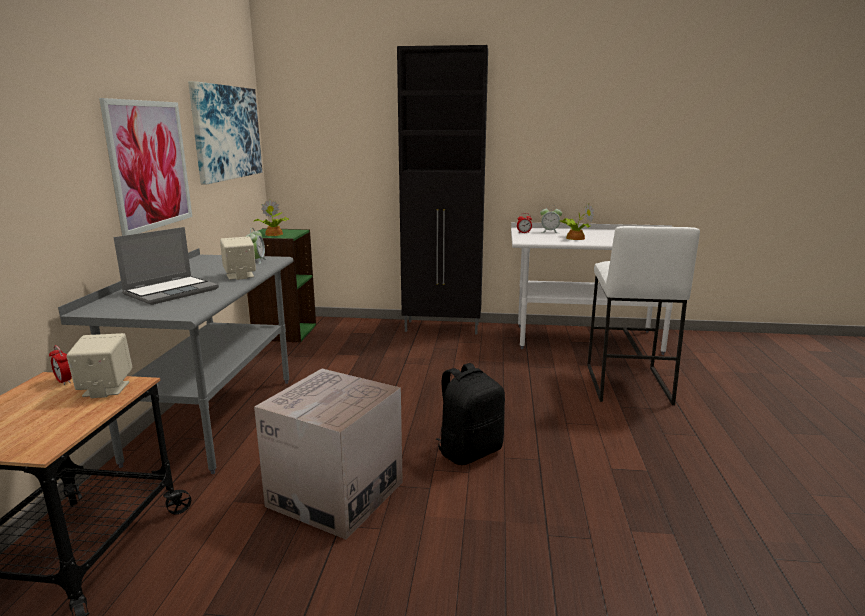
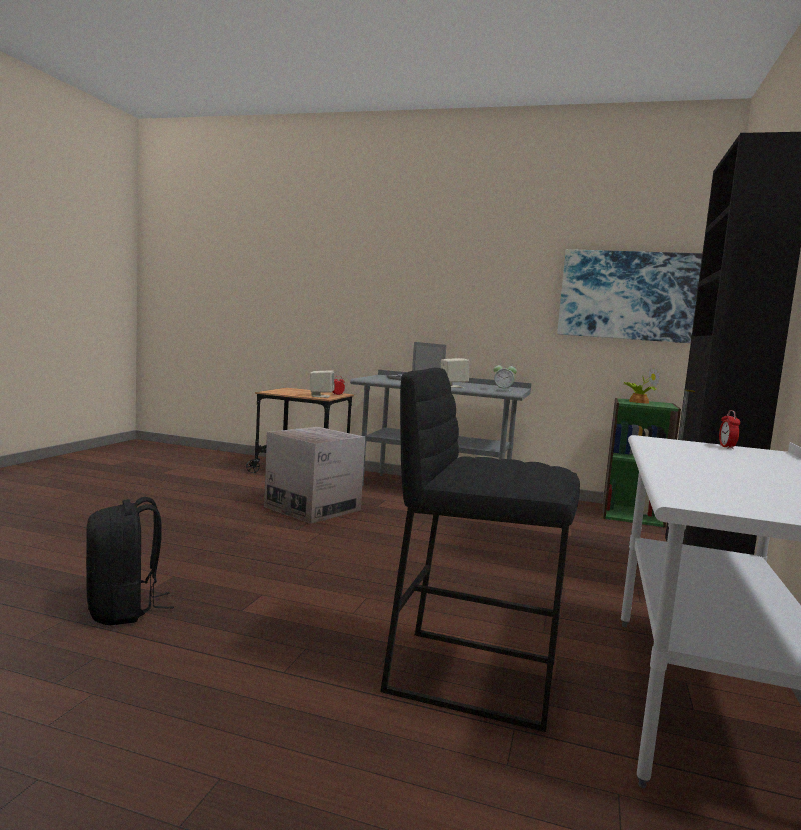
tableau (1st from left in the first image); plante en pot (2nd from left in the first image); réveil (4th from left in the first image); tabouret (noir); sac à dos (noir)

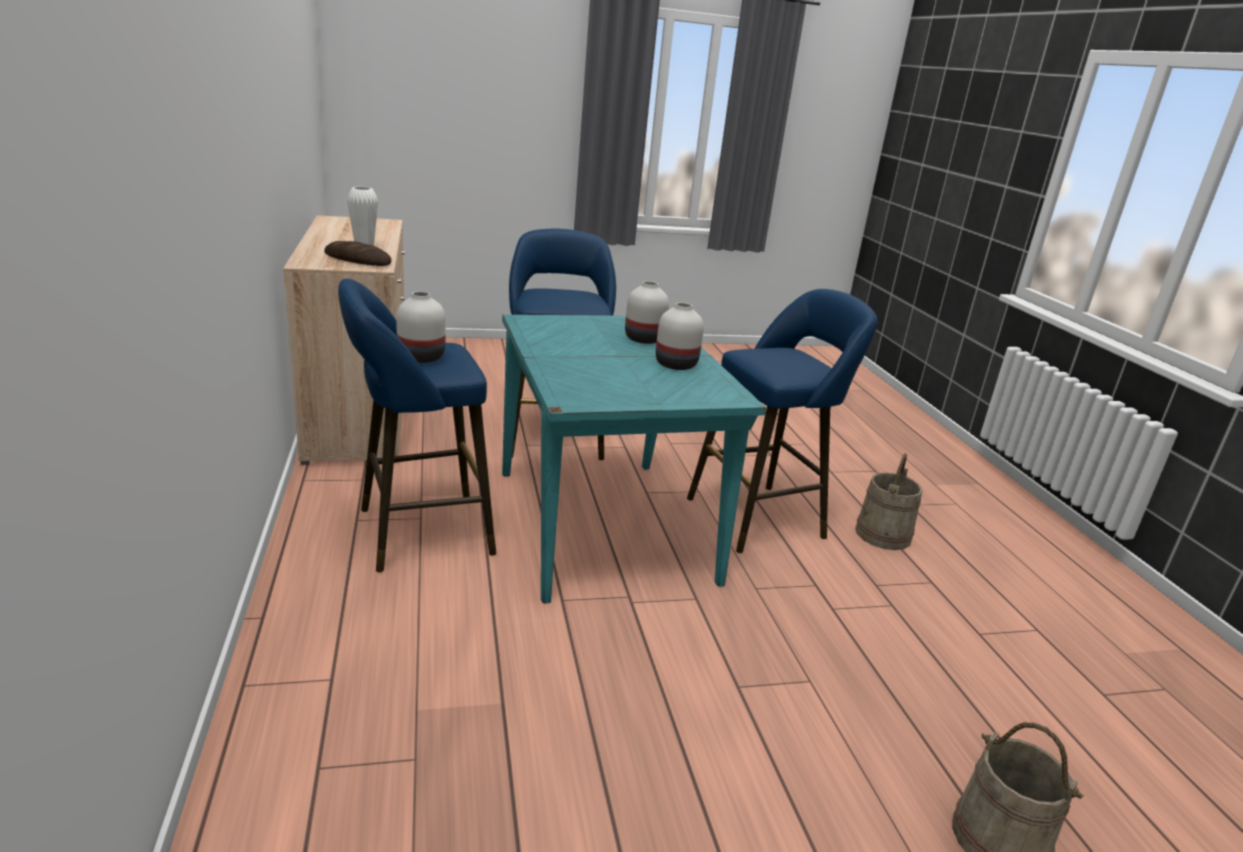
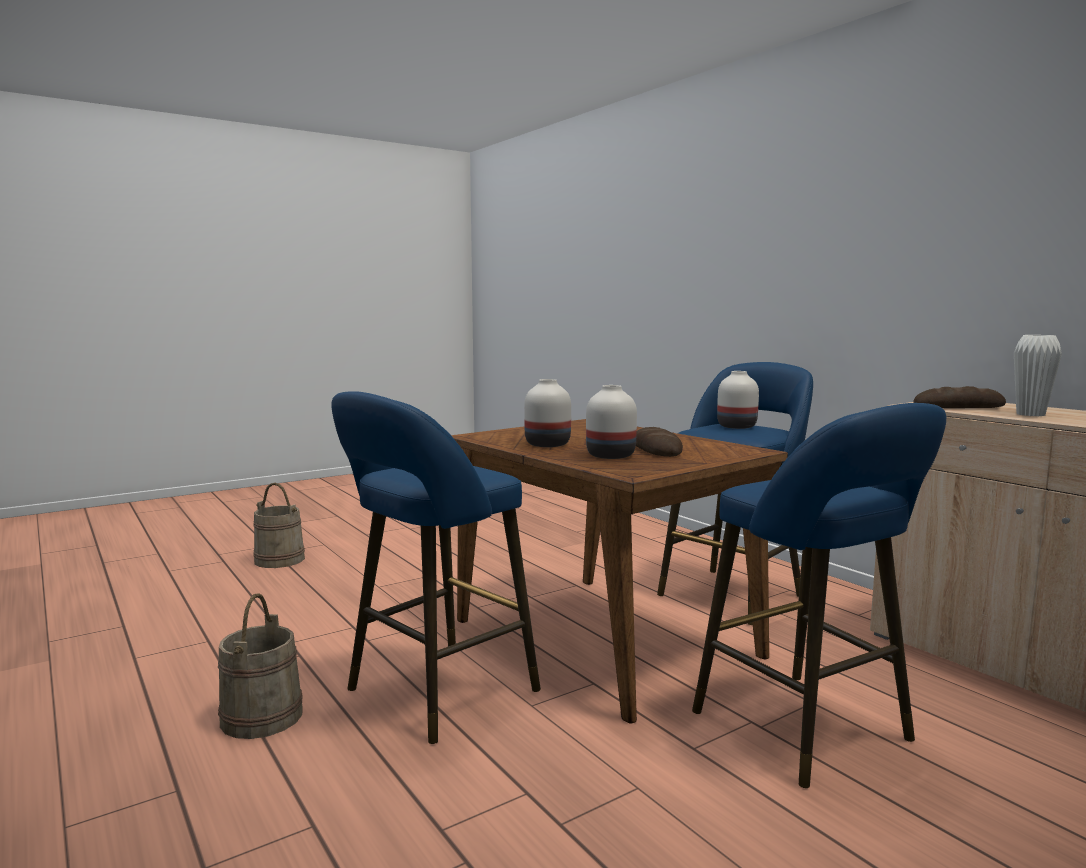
table à manger (marron); pain (1st from left)

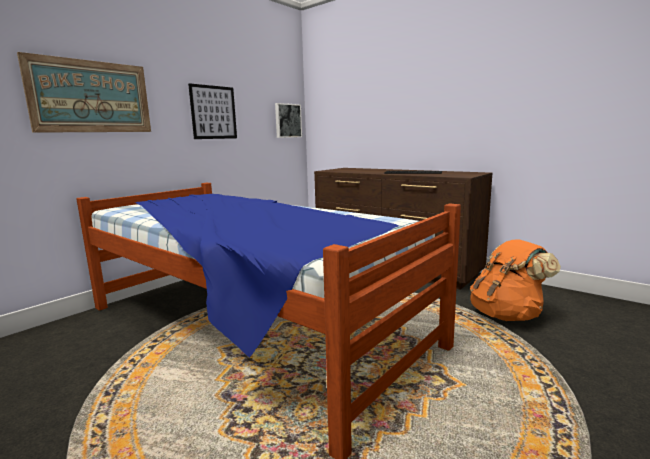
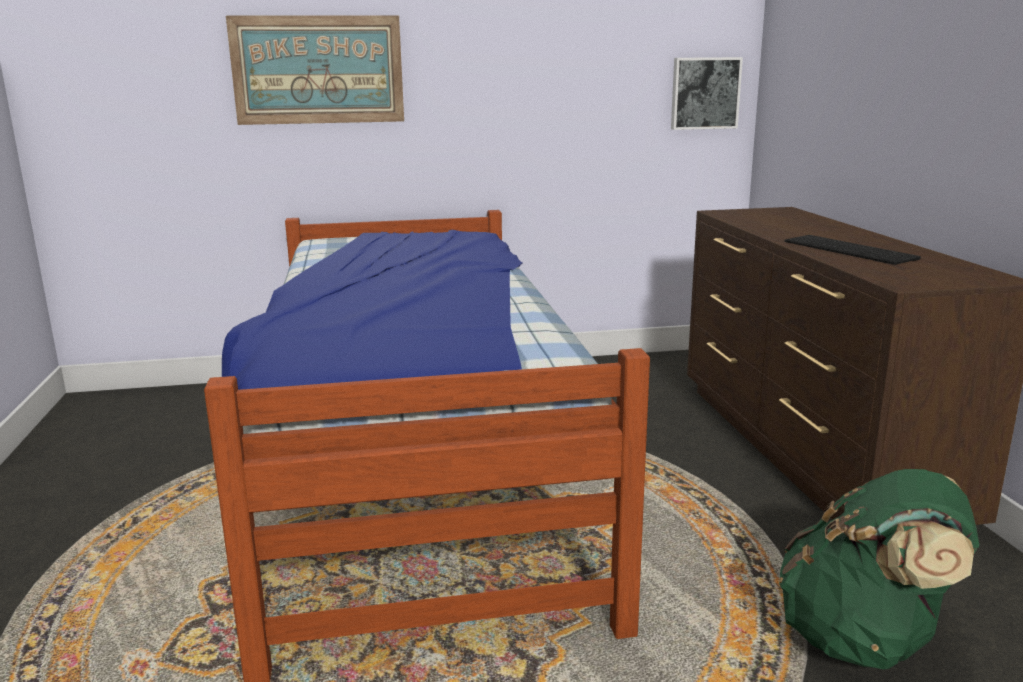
tableau (2nd from left in the first image); sac à dos (vert)

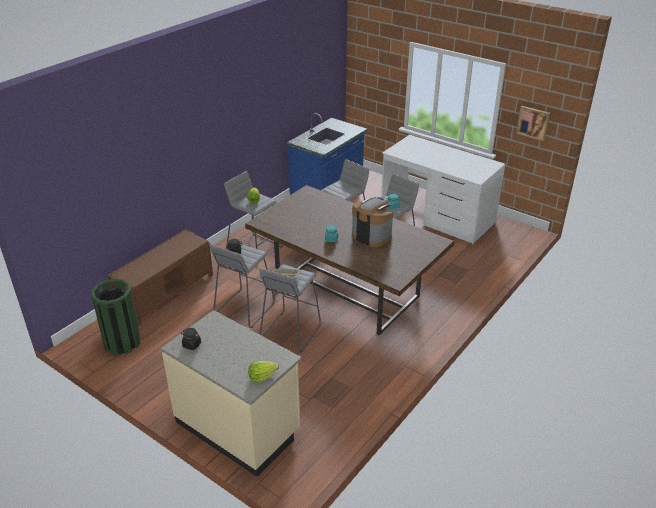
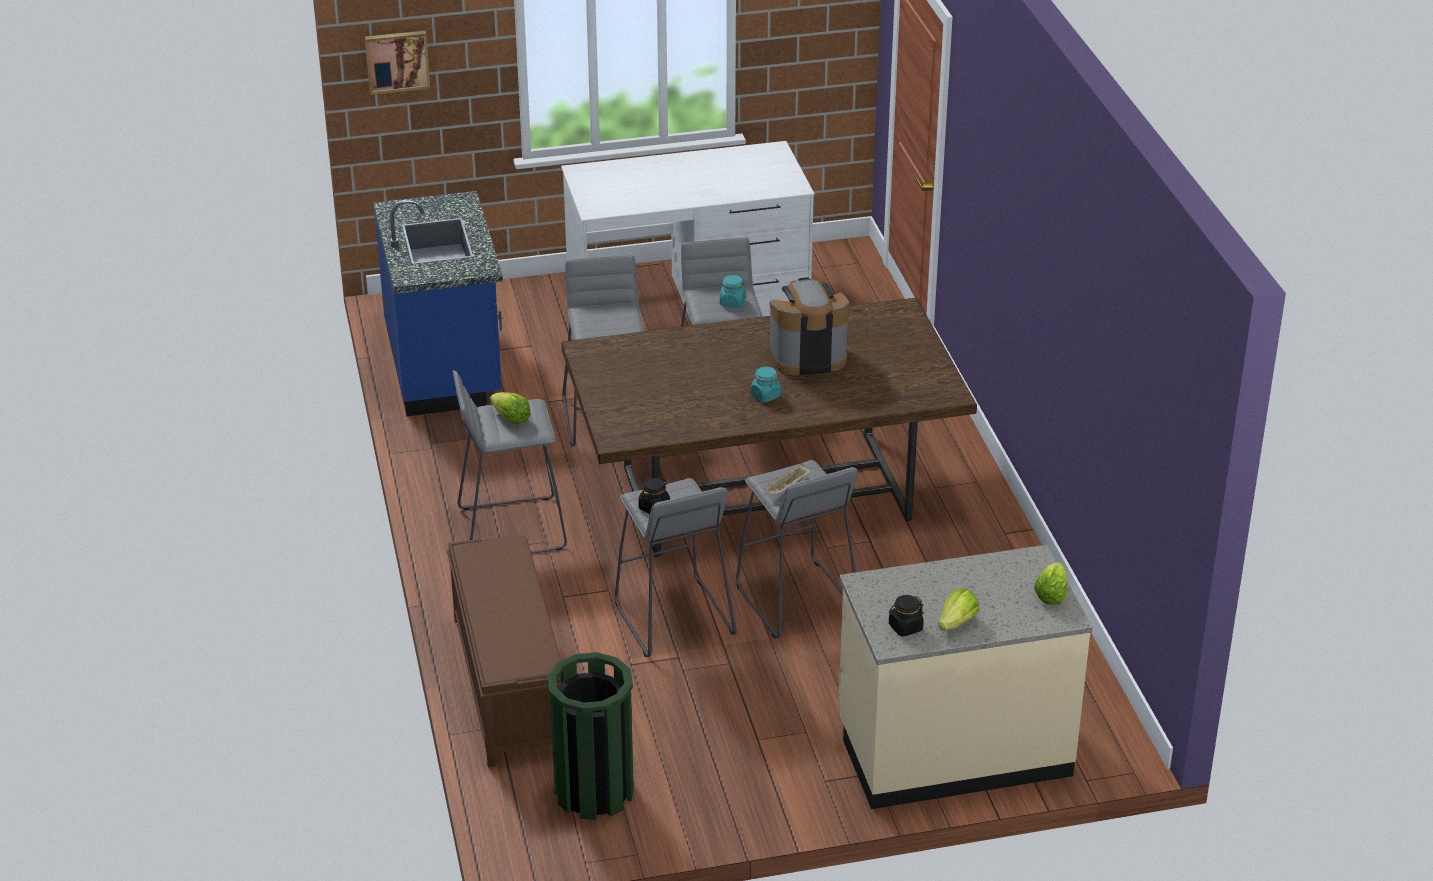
tableau; laitue (2nd from left)

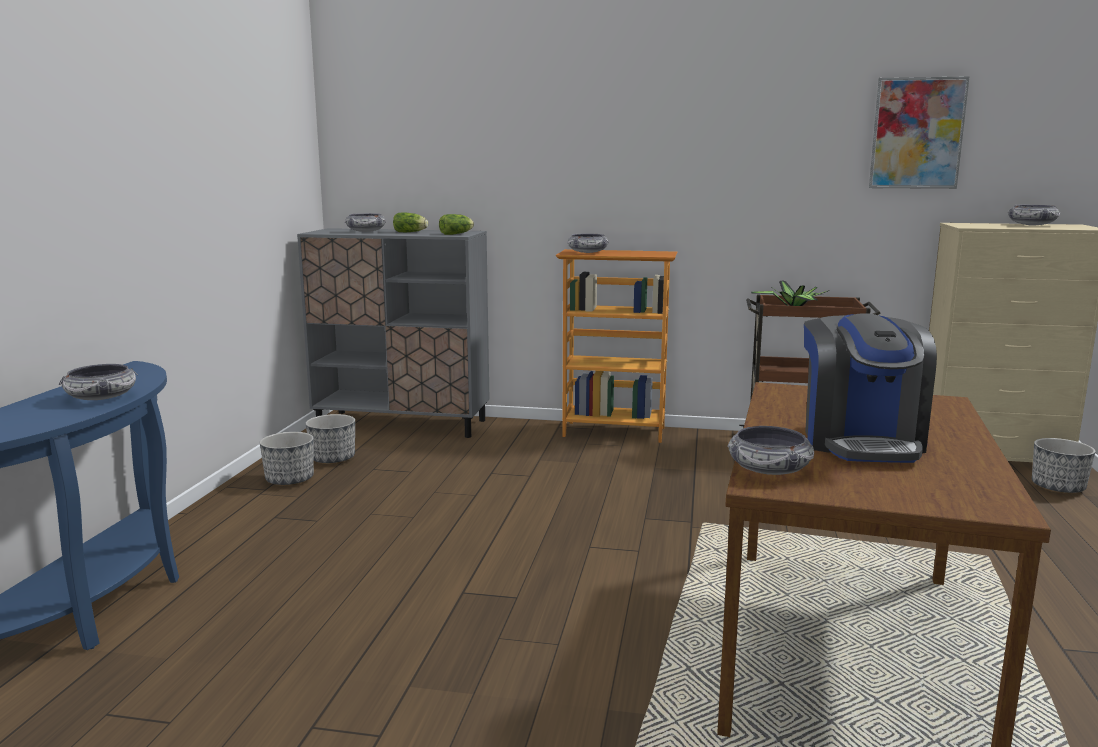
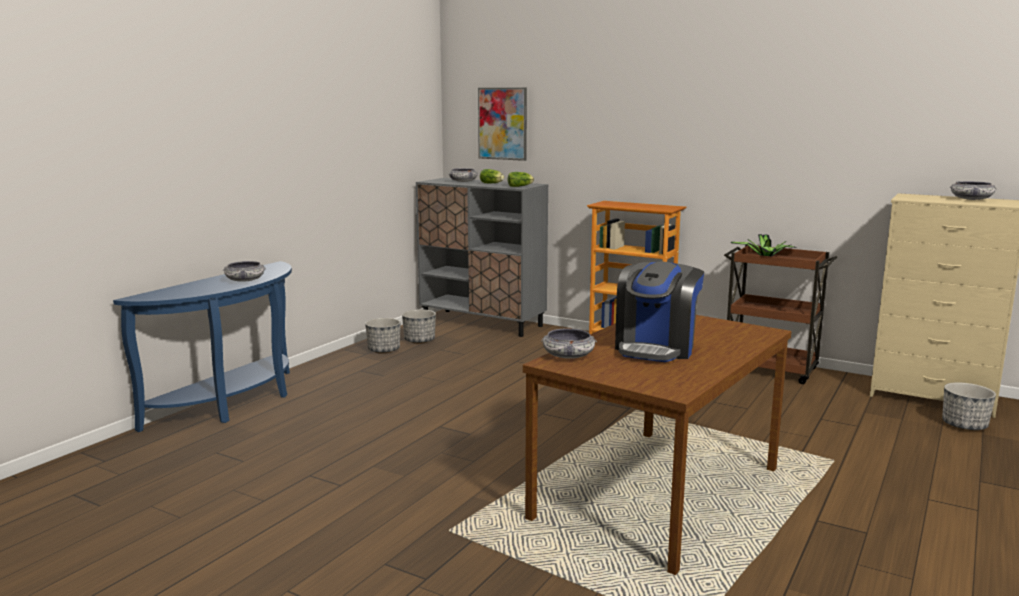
tableau; bol (3rd from left in the first image)

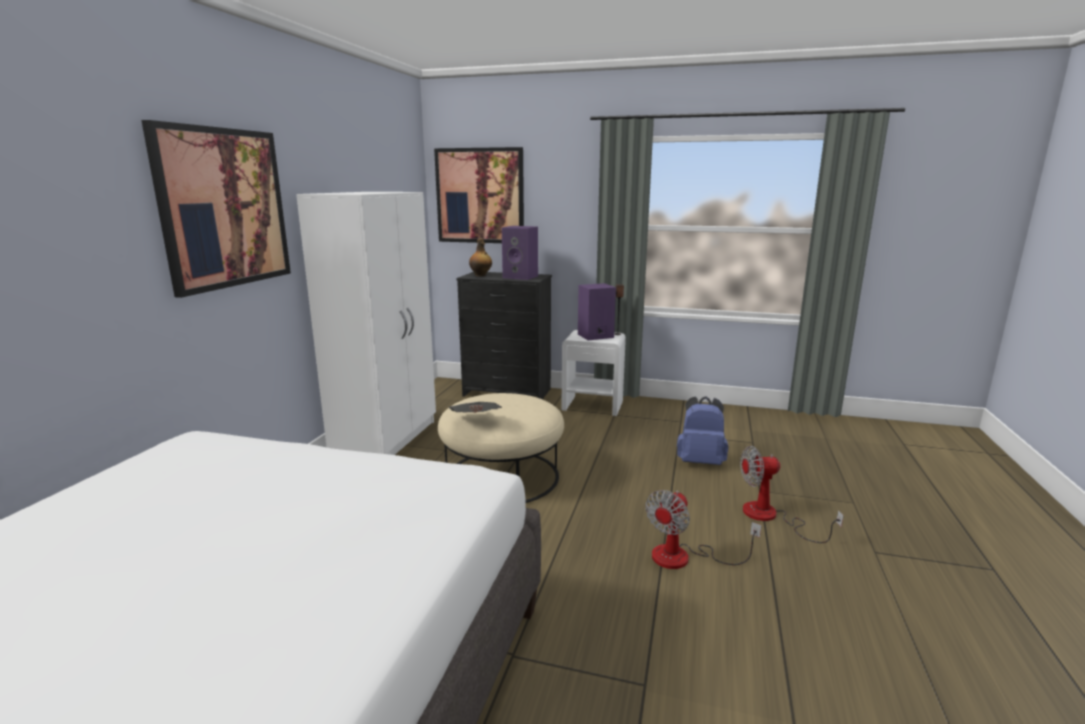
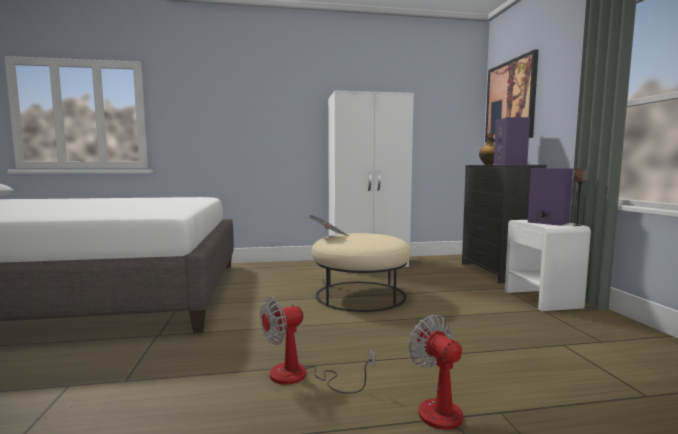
tableau (1st from left in the first image); sac à dos (bleu); ventilateur (1st from left)

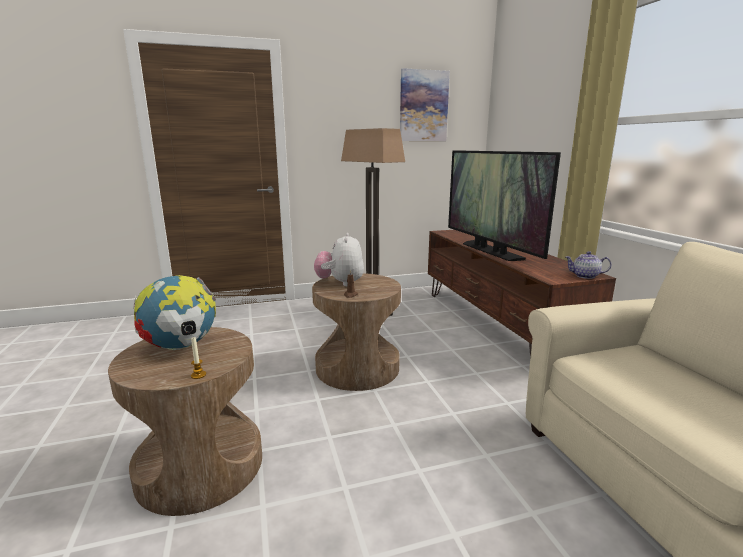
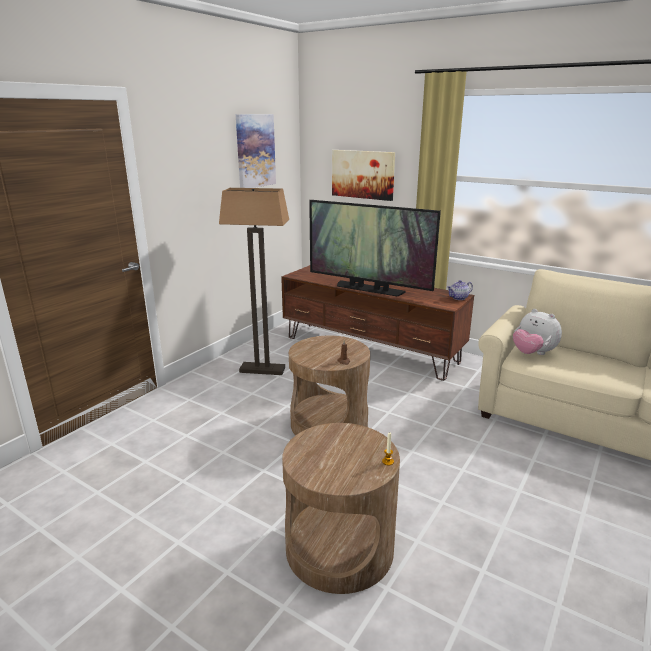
peluche; globe; tableau (2nd from left)

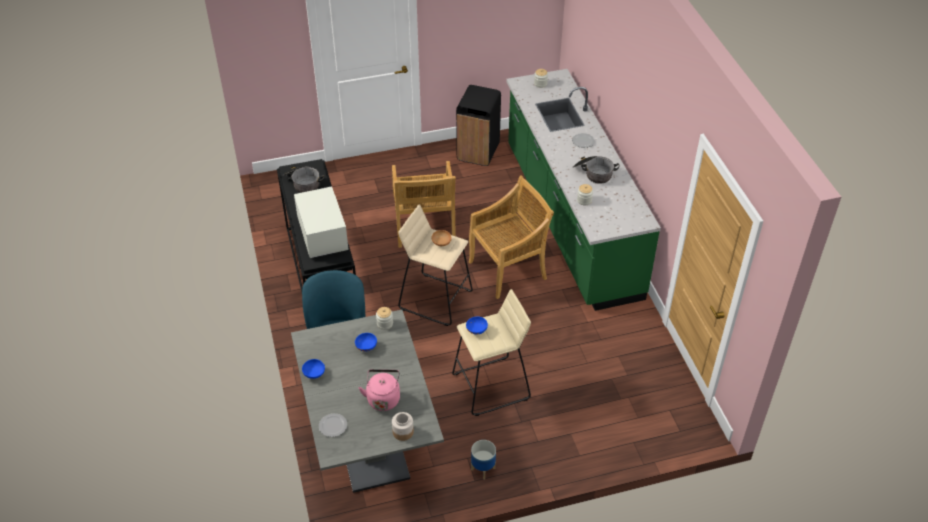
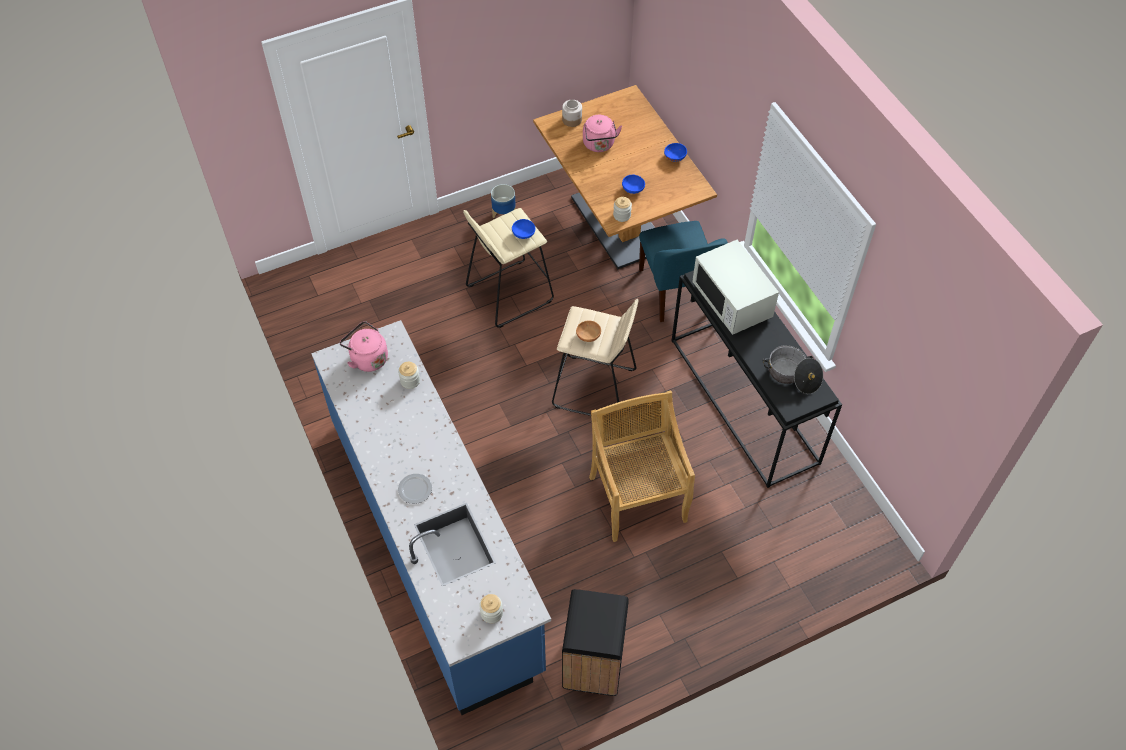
comptoir de cuisine (bleu); marmite (2nd from left in the first image); chaise (beige) (2nd from left in the first image); table à manger (marron); assiette (1st from left in the first image); bouilloire (rose) (1st from left)

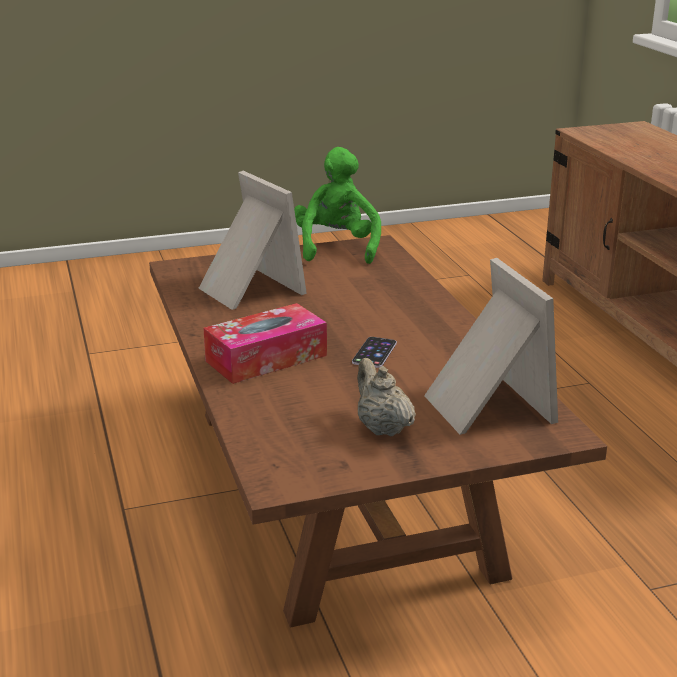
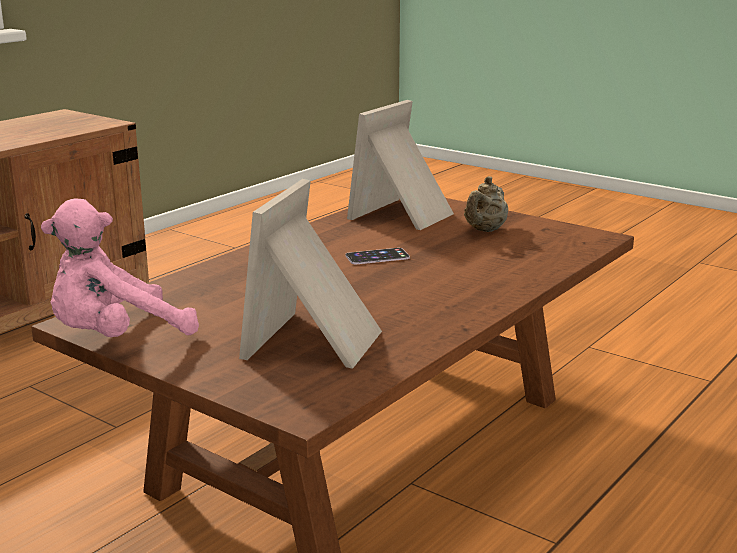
peluche (rose); boîte à mouchoirs

